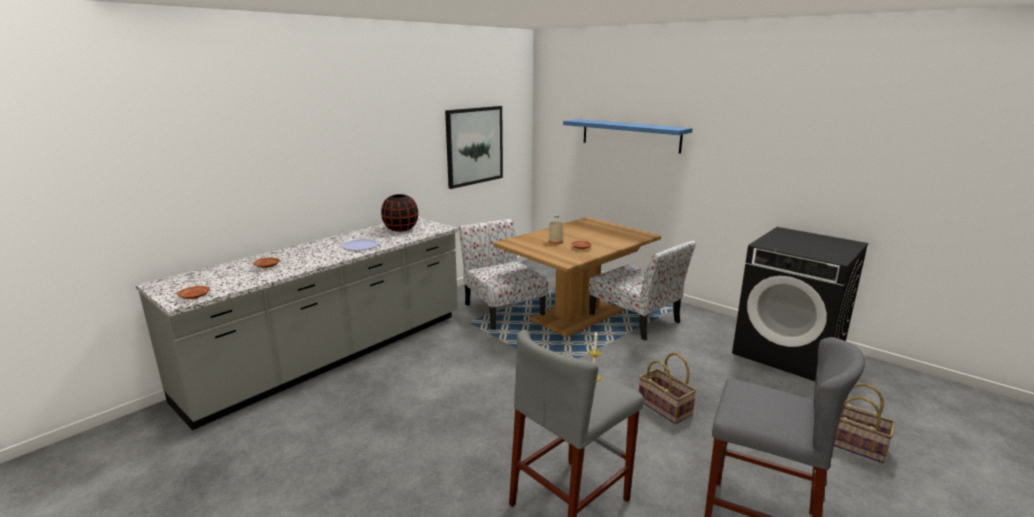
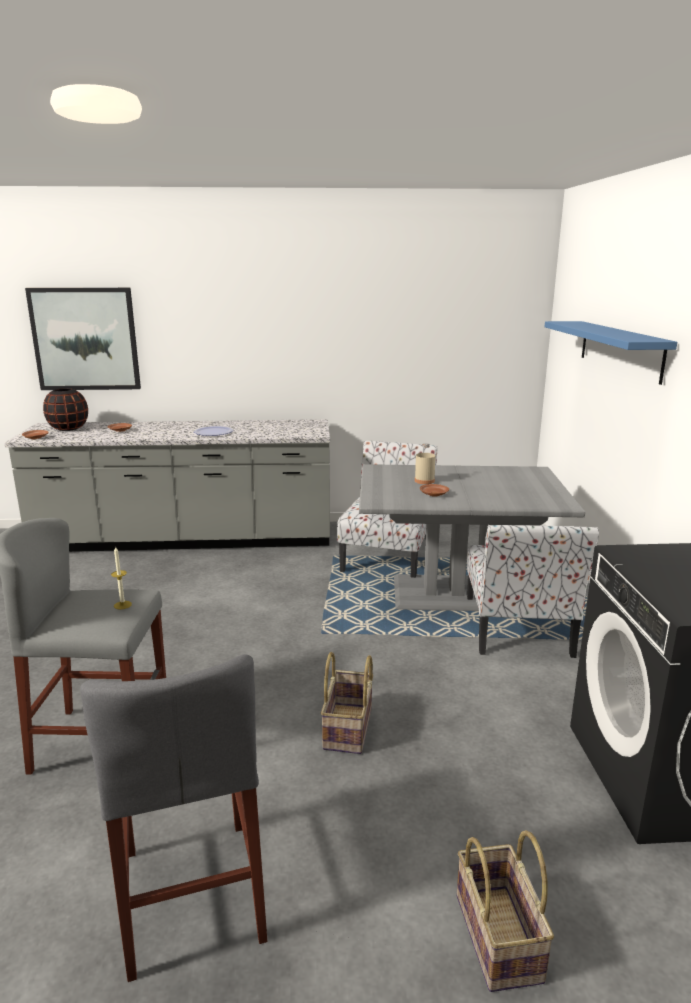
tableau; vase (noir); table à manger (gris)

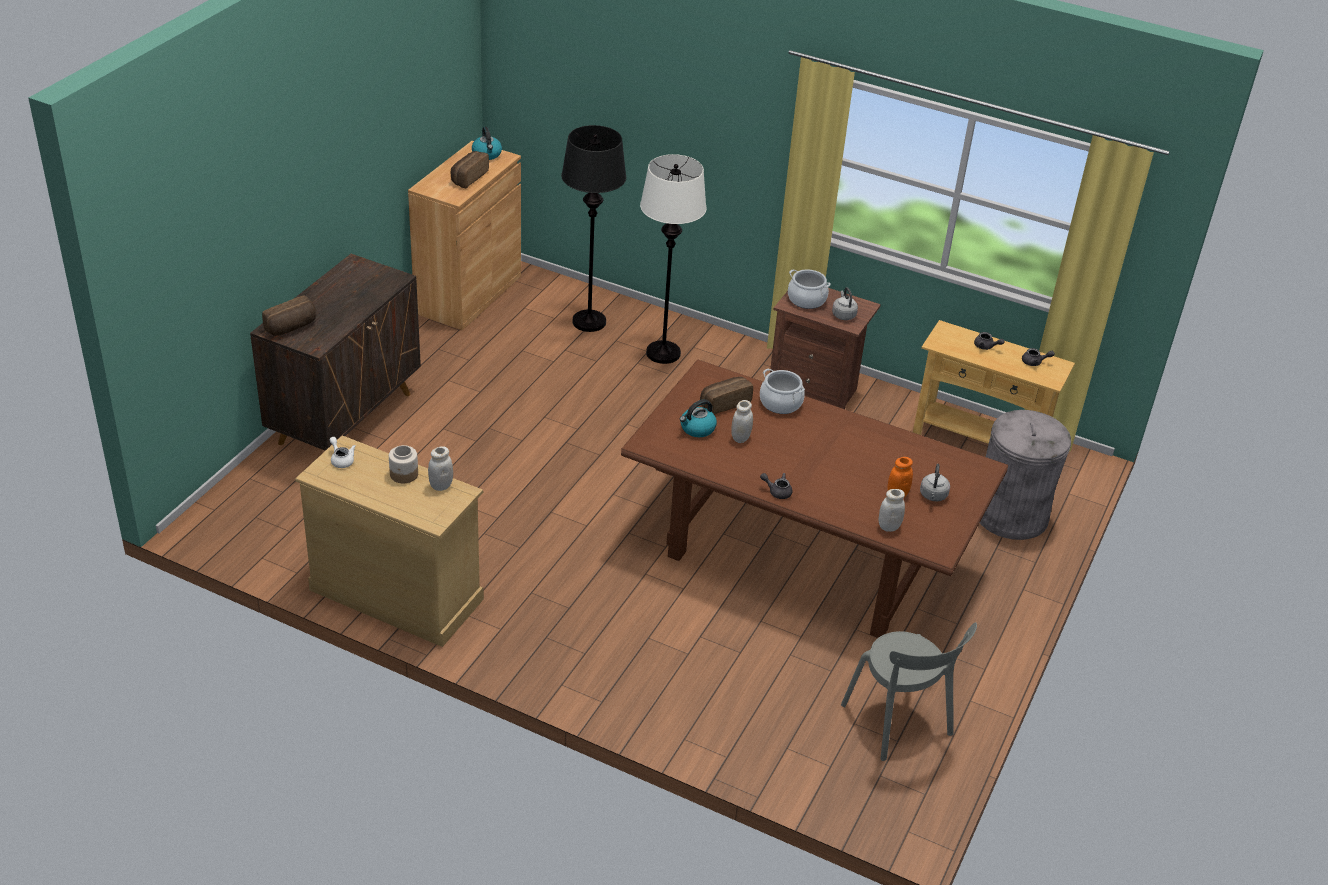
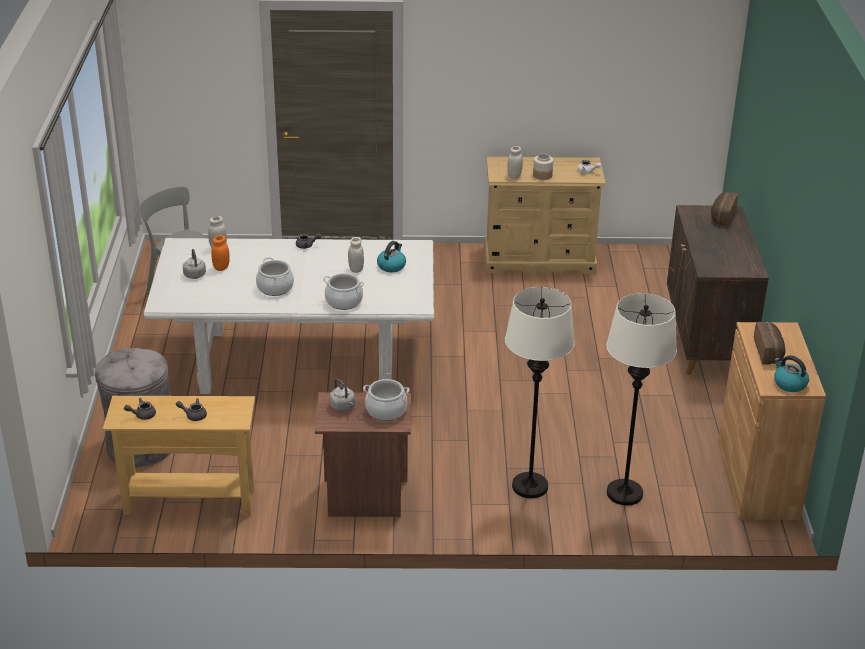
lampadaire (blanc) (2nd from left); table à manger (blanc); pain (3rd from left in the first image); marmite (1st from left)

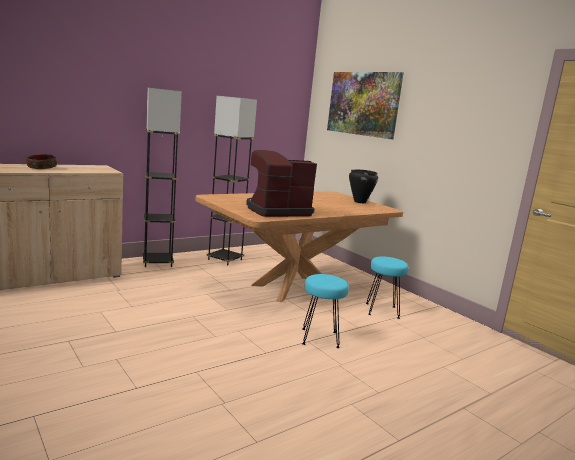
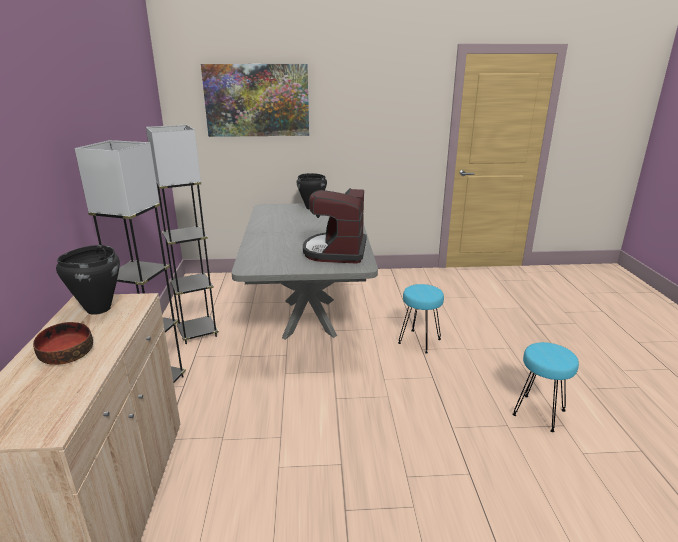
table à manger (gris); tabouret (turquoise) (2nd from left); marmite (noir) (1st from left)

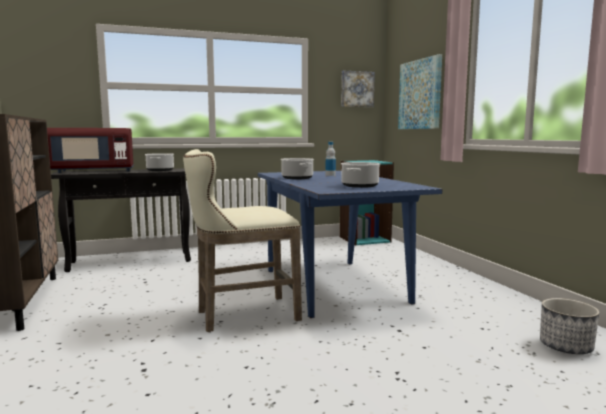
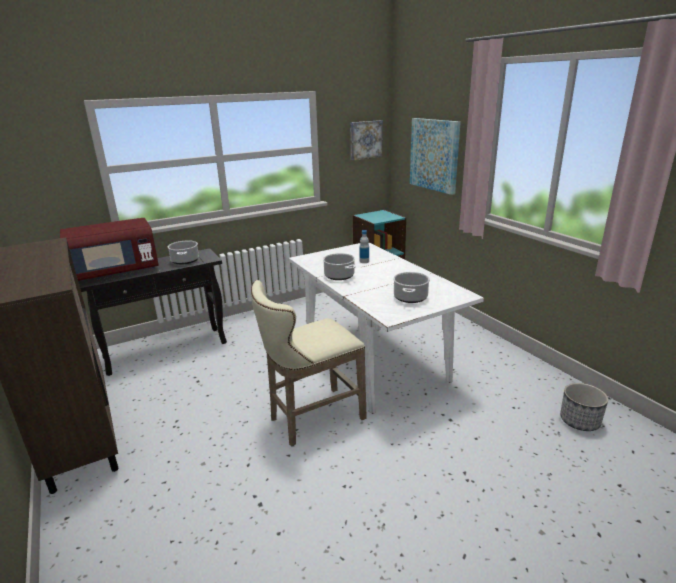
table à manger (blanc)

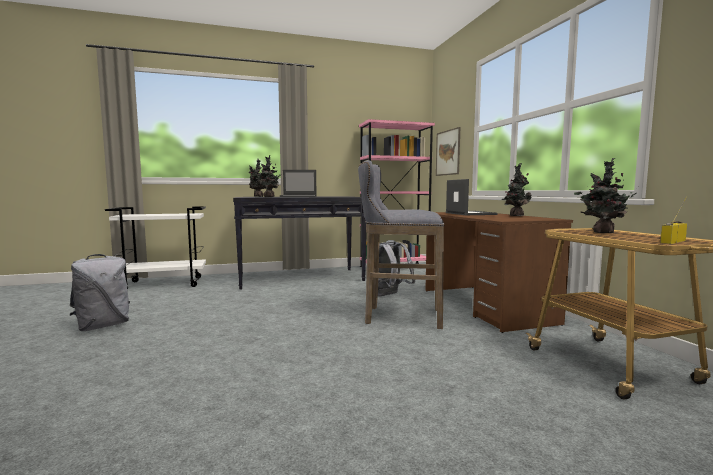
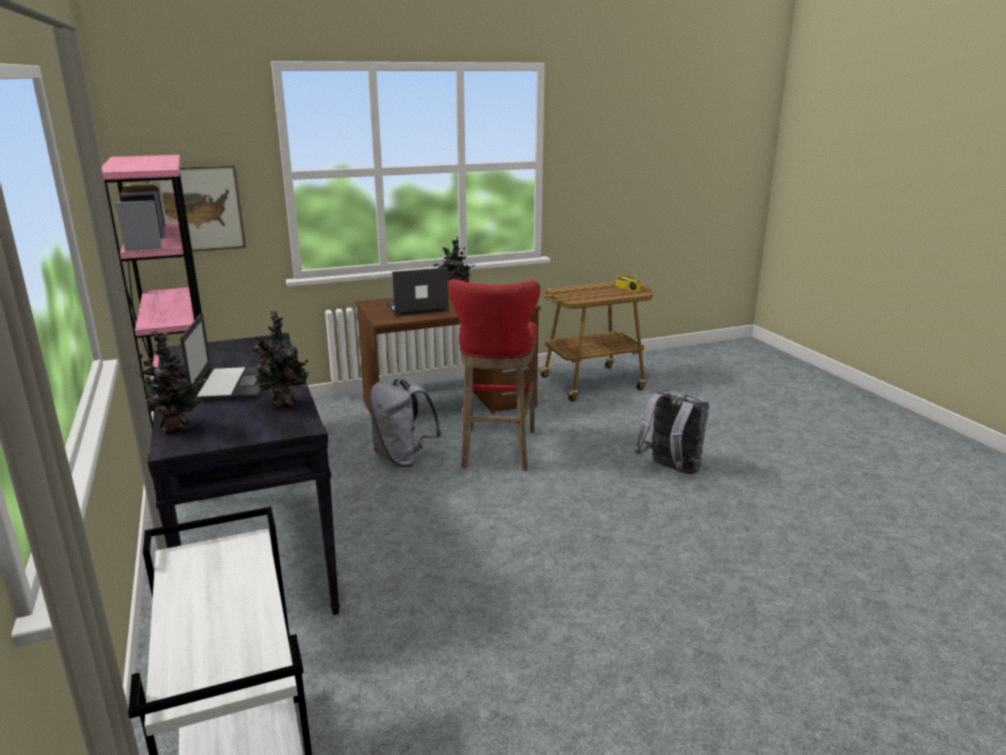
plante en pot (4th from left in the first image); tabouret (rouge); sac à dos (gris) (2nd from left)

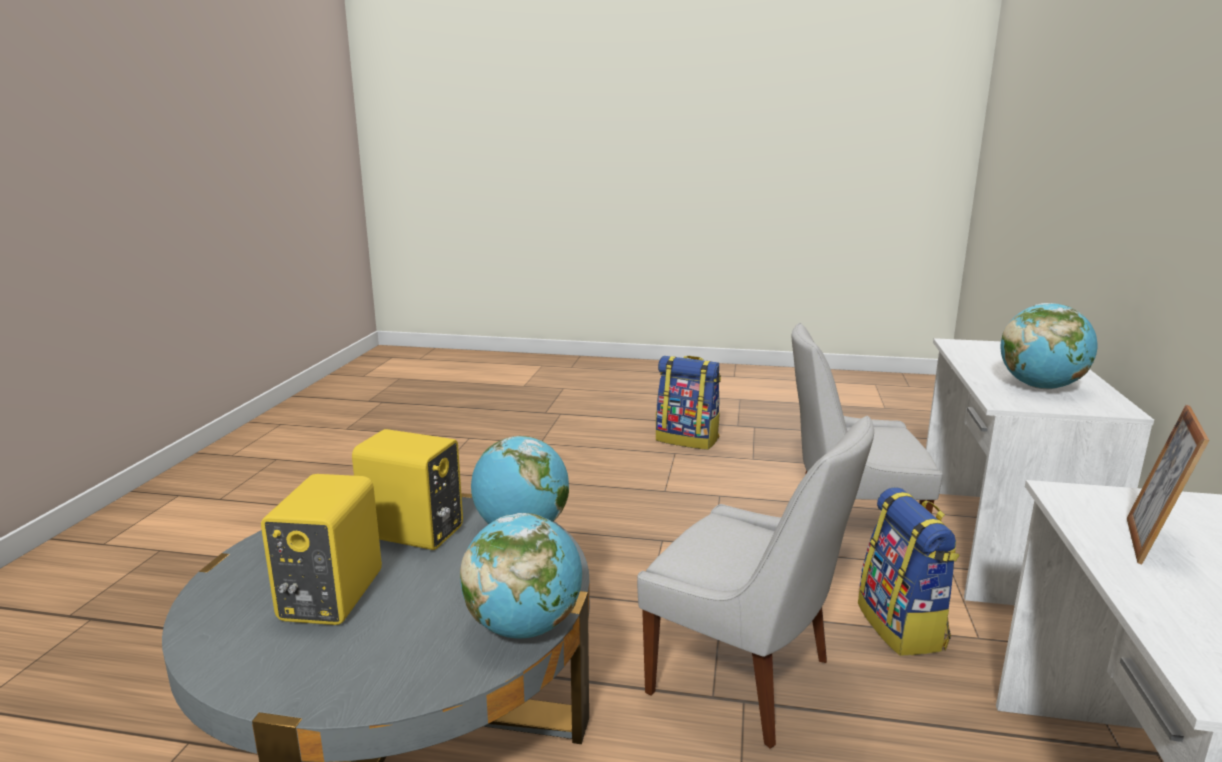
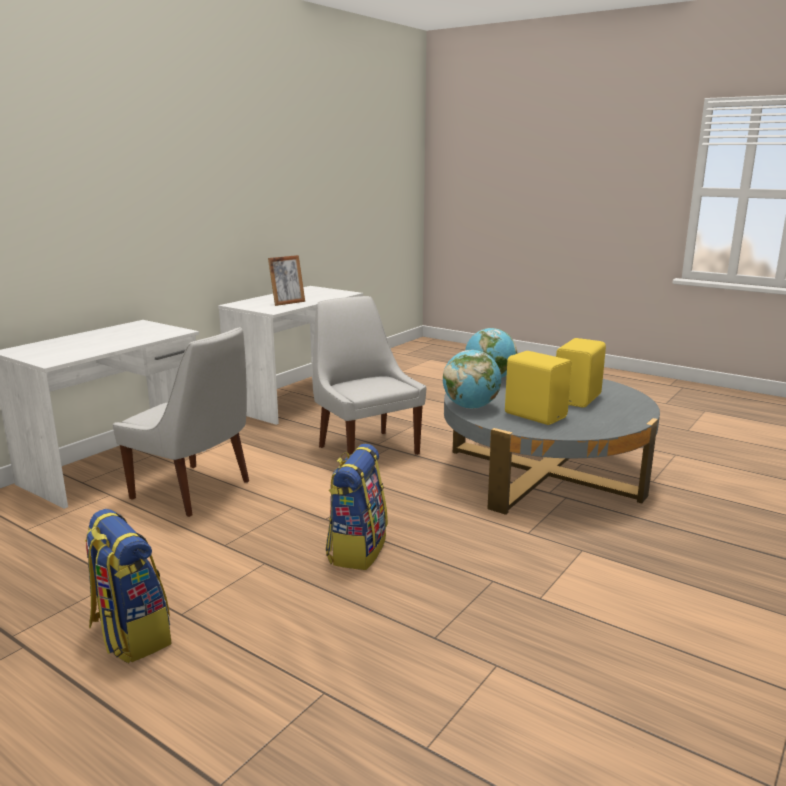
globe (3rd from left in the first image); sac à dos (2nd from left)

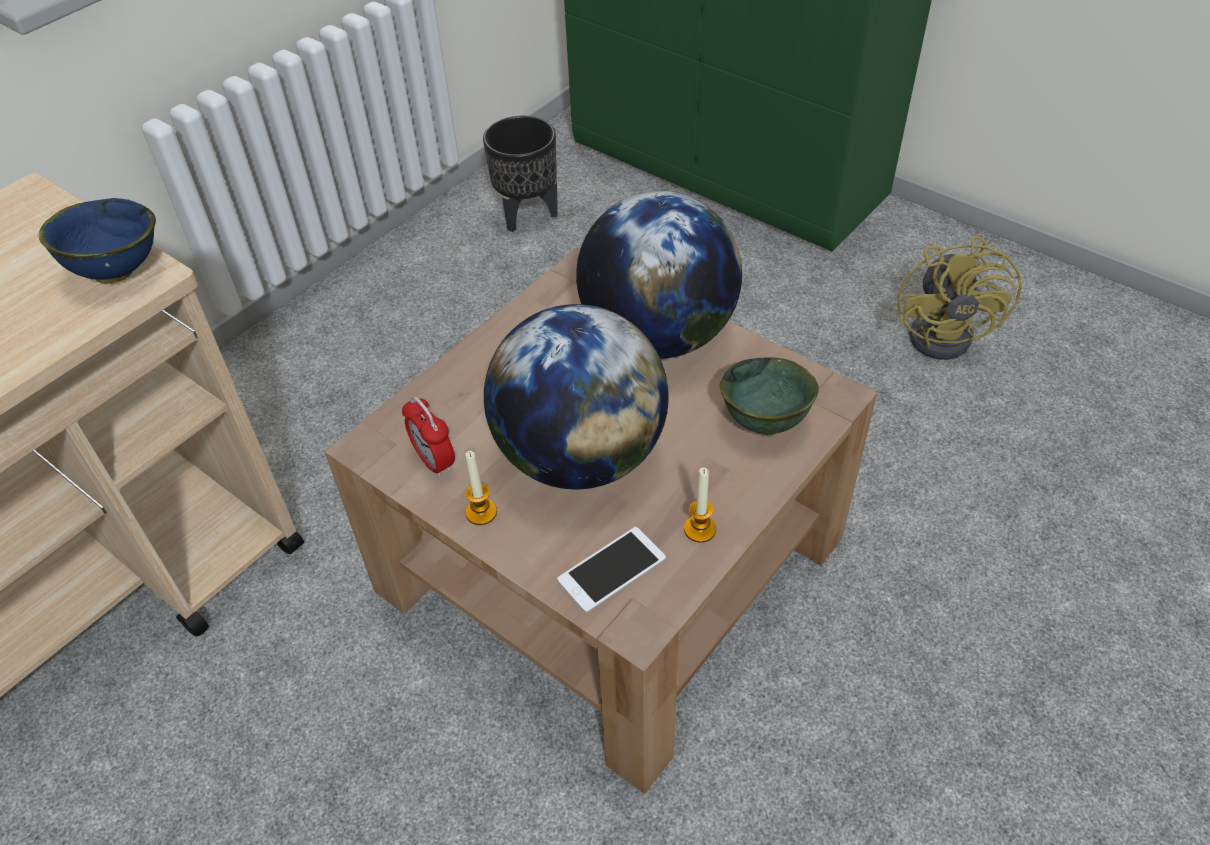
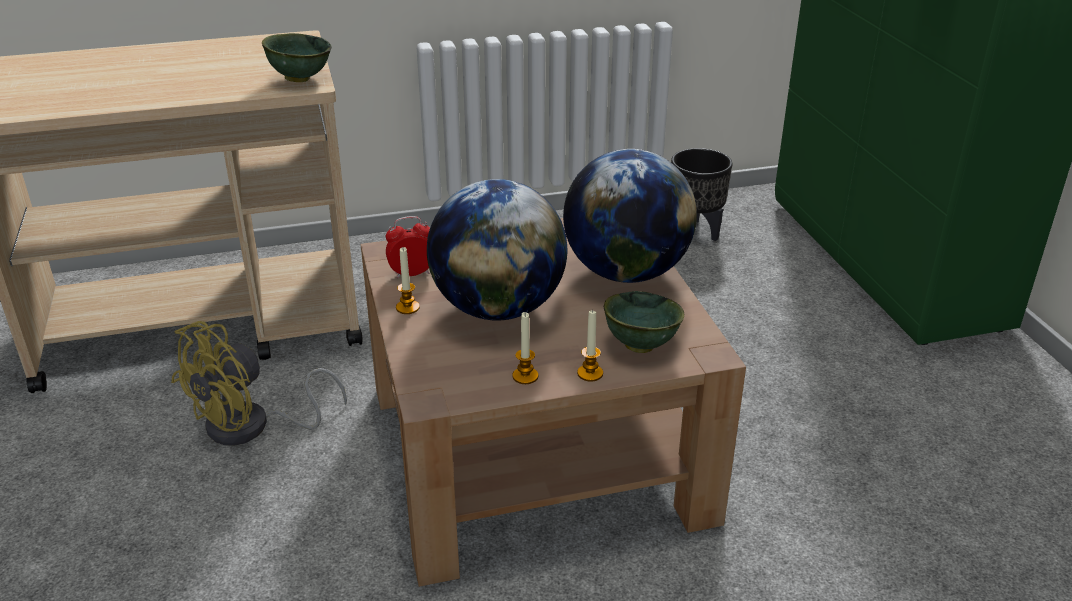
bol (vert) (1st from left); ventilateur (jaune); réveil; téléphone; bougie (3rd from left)

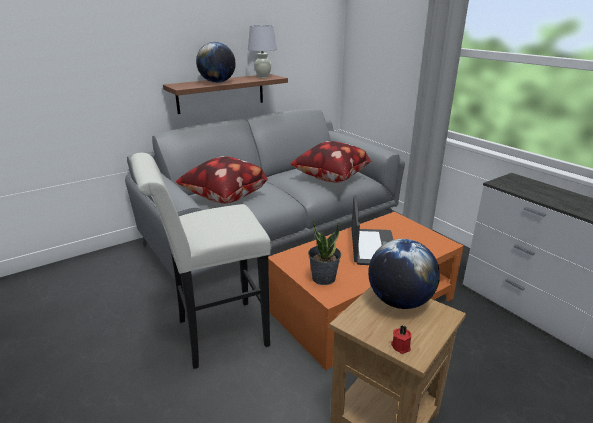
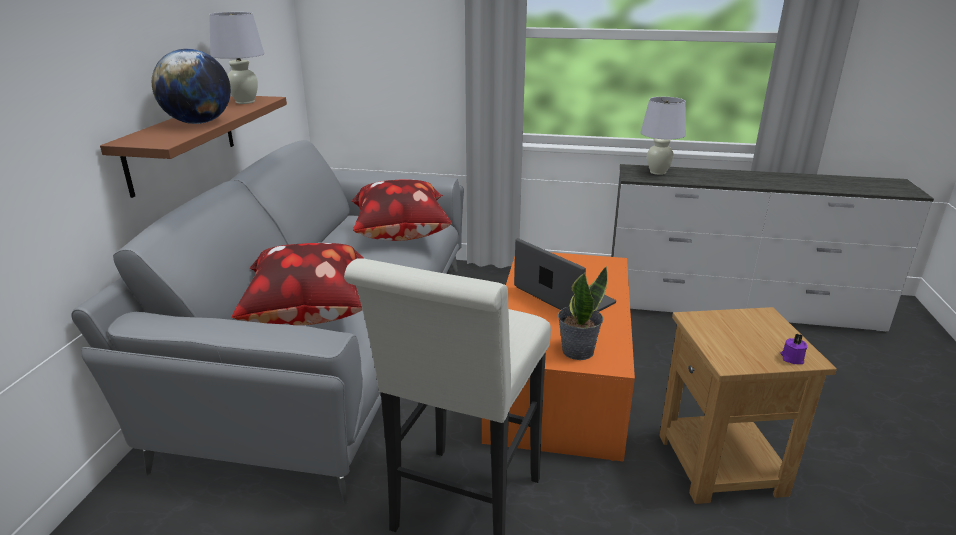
globe (2nd from left in the first image); bougie (violet); lampe de table (blanc) (2nd from left)

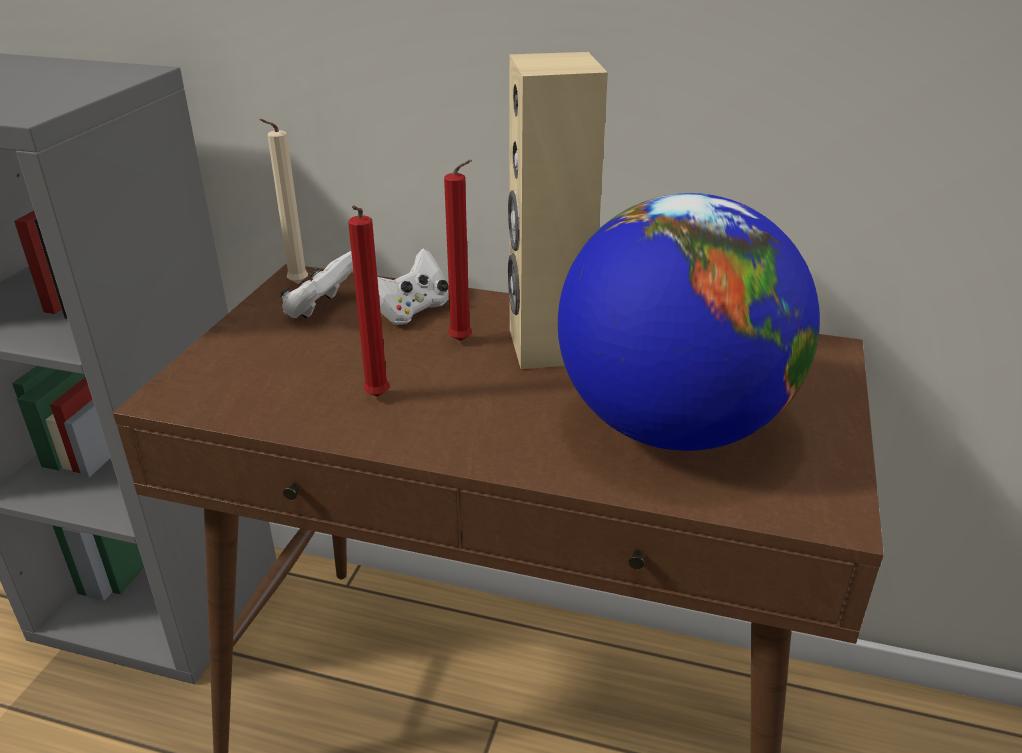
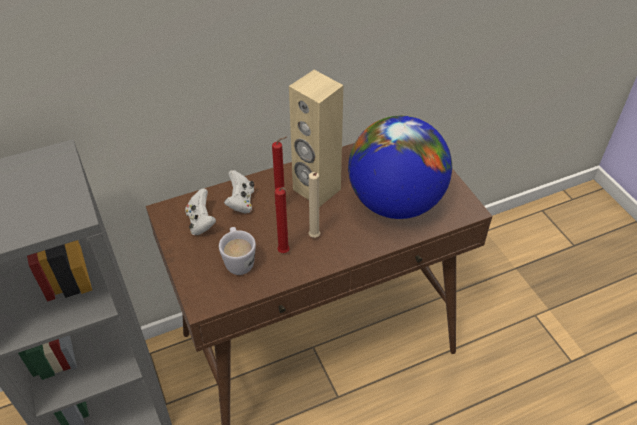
bougie (beige); mug (blanc)

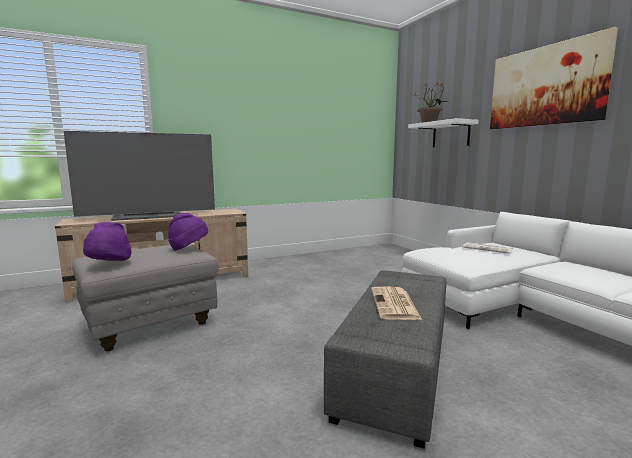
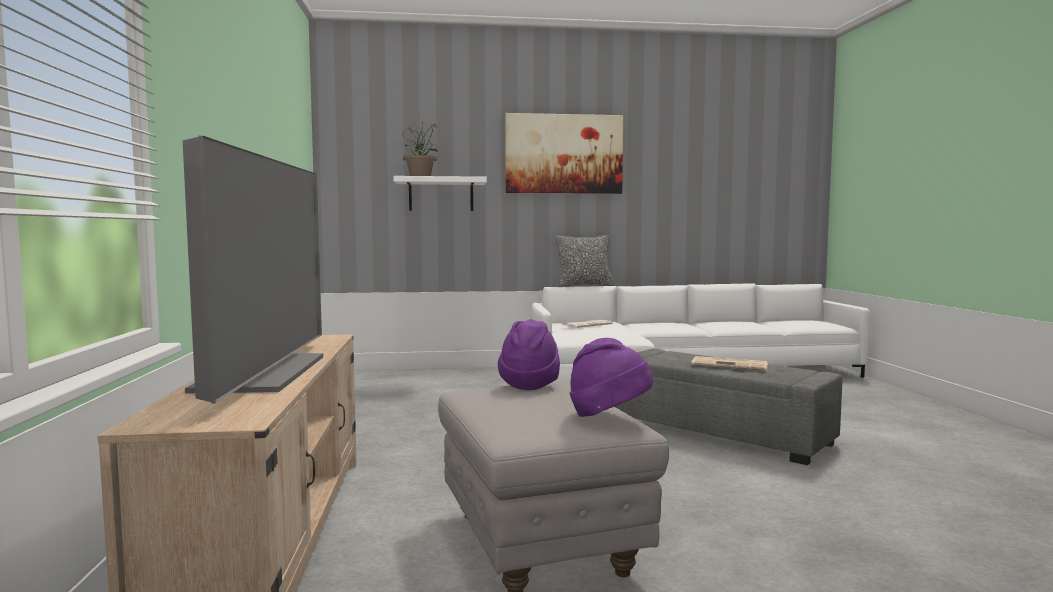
coussin

